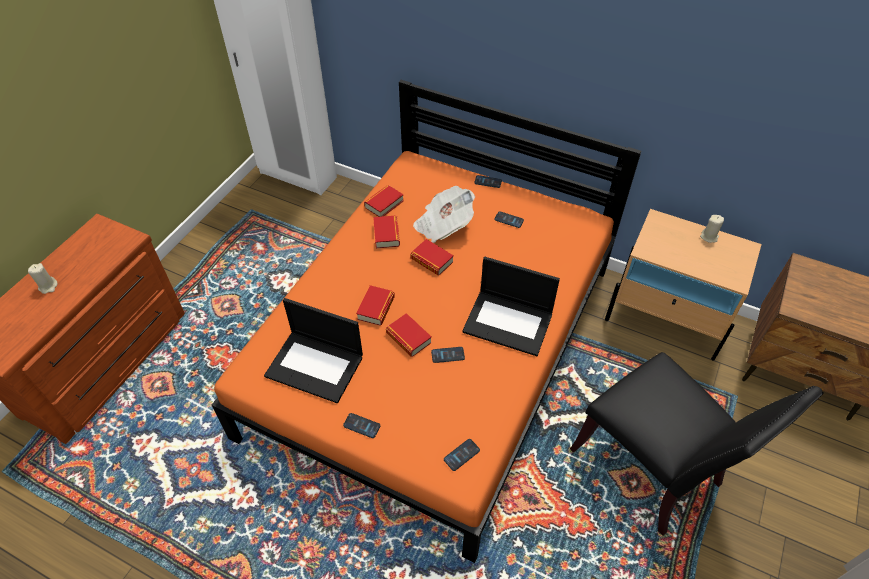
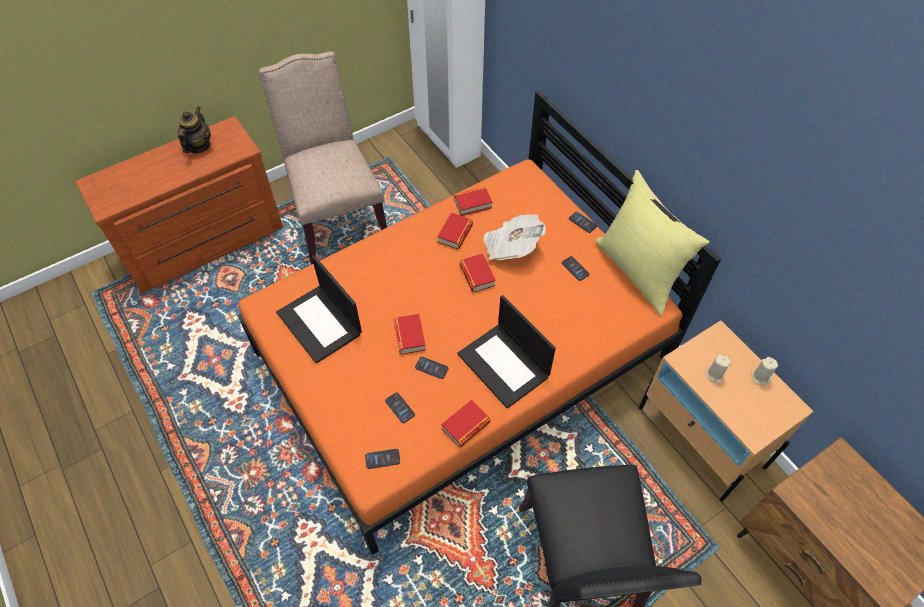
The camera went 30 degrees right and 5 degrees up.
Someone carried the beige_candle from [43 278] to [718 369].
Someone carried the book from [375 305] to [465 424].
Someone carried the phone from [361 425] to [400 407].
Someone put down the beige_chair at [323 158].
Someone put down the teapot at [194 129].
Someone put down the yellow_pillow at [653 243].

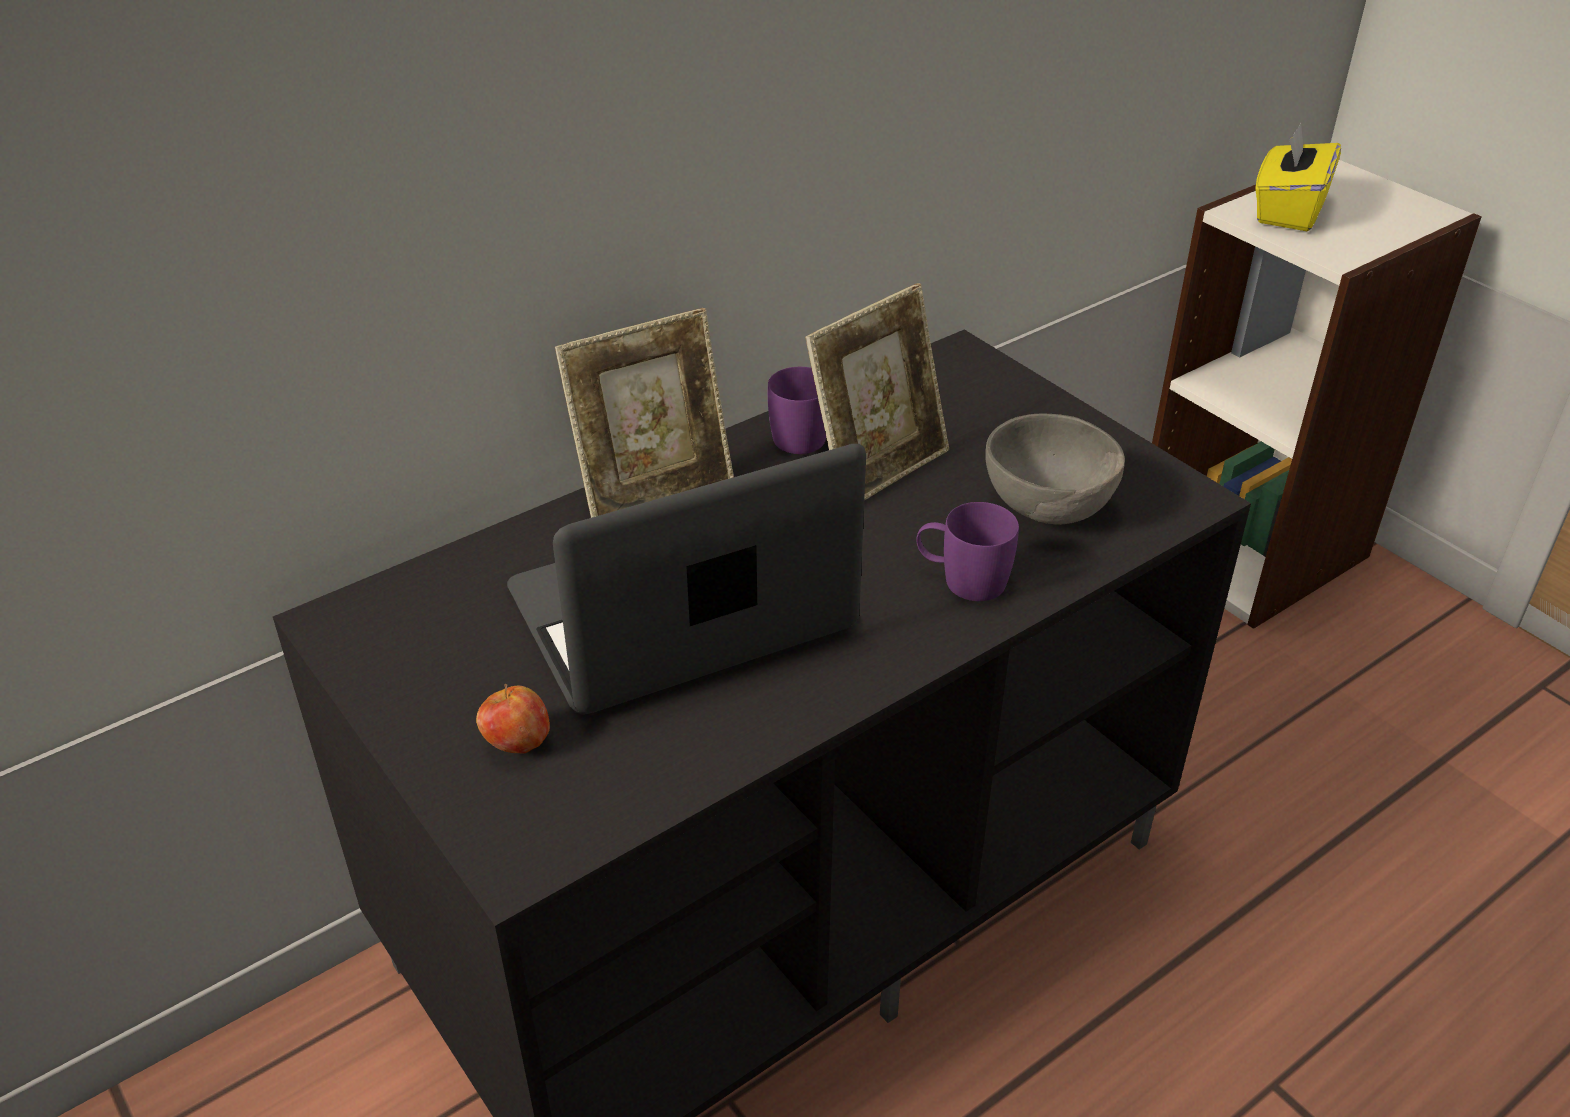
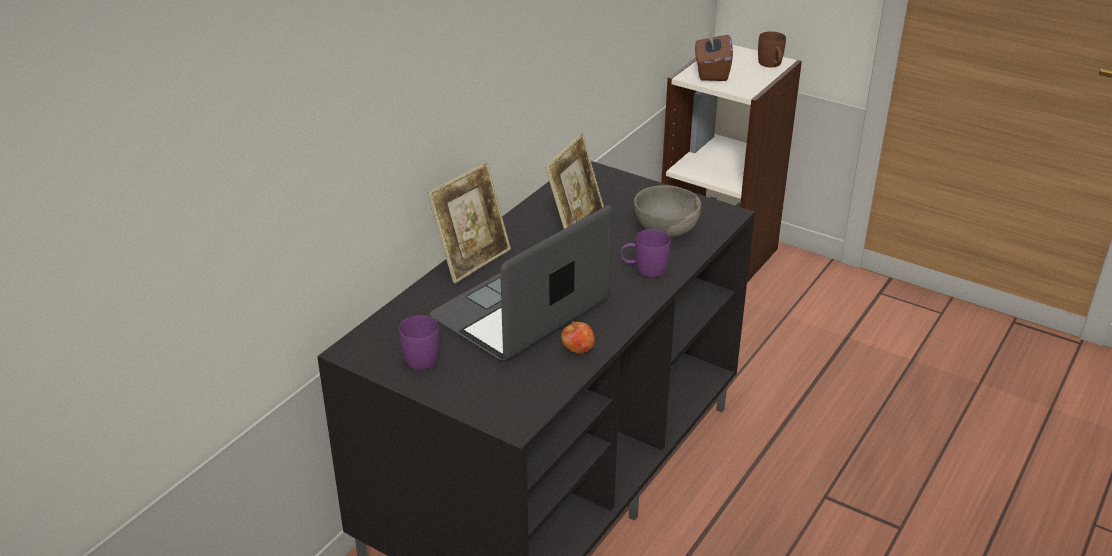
The camera went 20 degrees left and 5 degrees down.
Someone repainted the yellow_tissue_box at [1298 177], which became the brown_tissue_box at [714 55].
Someone carried the purple_mug from [797 410] to [419 342].
Someone carried the apple from [513 719] to [578 337].
Someone put down the brown_mug at [772 49].

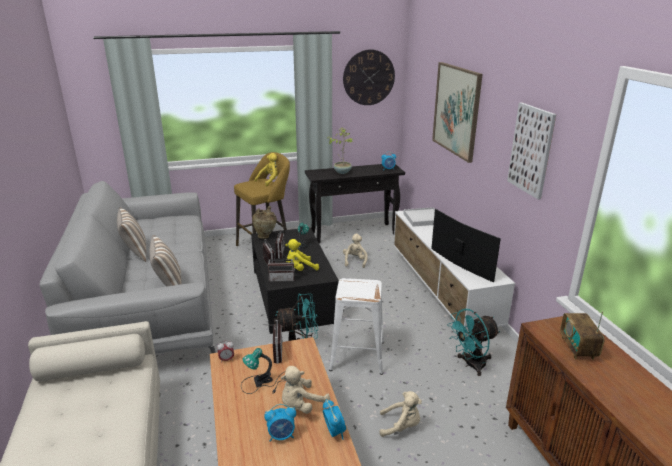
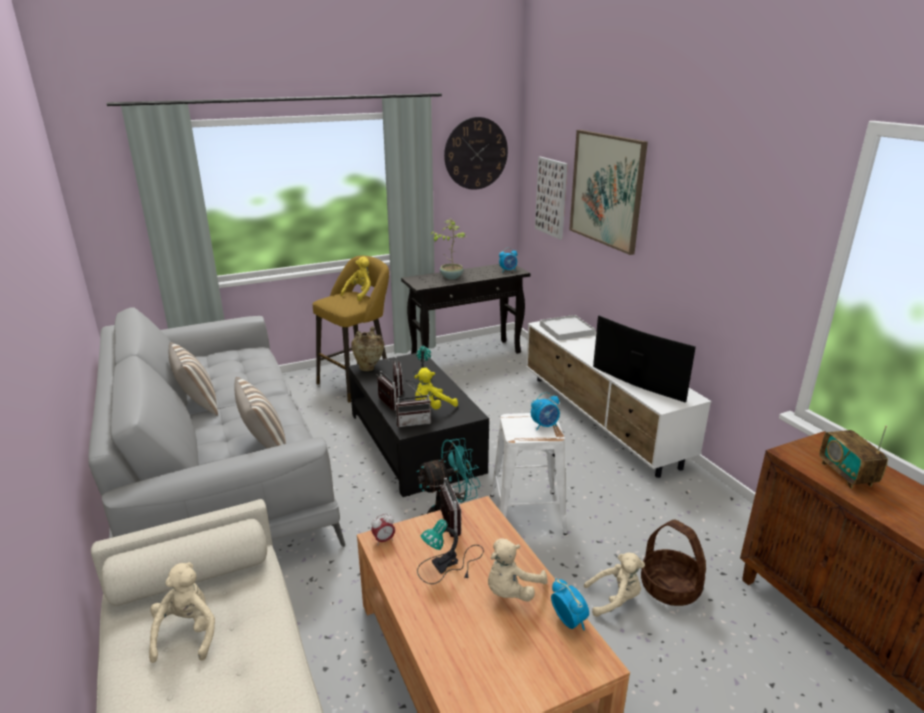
The camera went 10 degrees left and 0 degrees up.
Someone carried the picture from [531 151] to [551 198].
Someone carried the beige_plush_toy from [355 251] to [182 612].
Someone took away the turquoise_fan at [473 342].
Someone carried the alarm_clock from [280 423] to [545 411].
Someone put down the basket at [673 563].

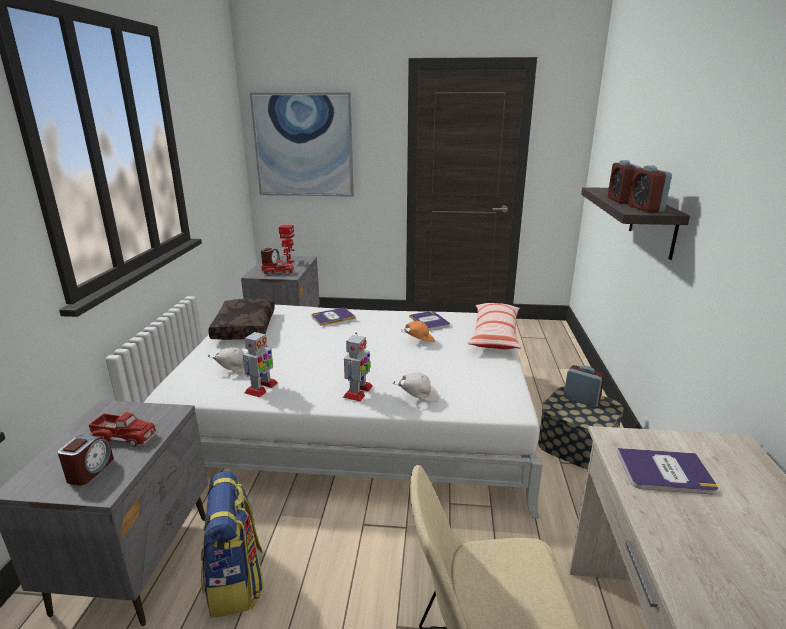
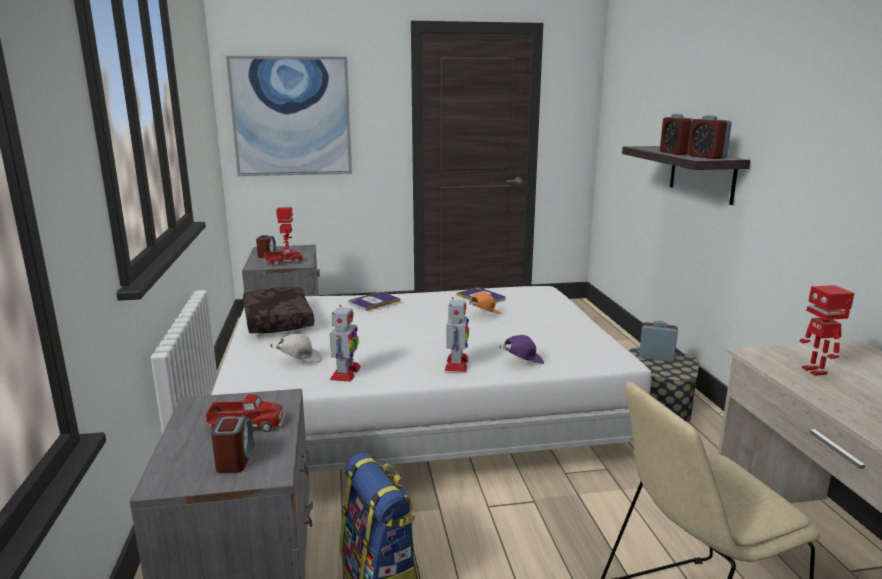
The camera went 15 degrees left and 5 degrees down.
Someone took away the pillow at [494 326].
Someone repainted the white_cap at [416 387], which became the purple_cap at [521 349].
Someone swapped the book at [667 471] for the toy_robot at [826 330].

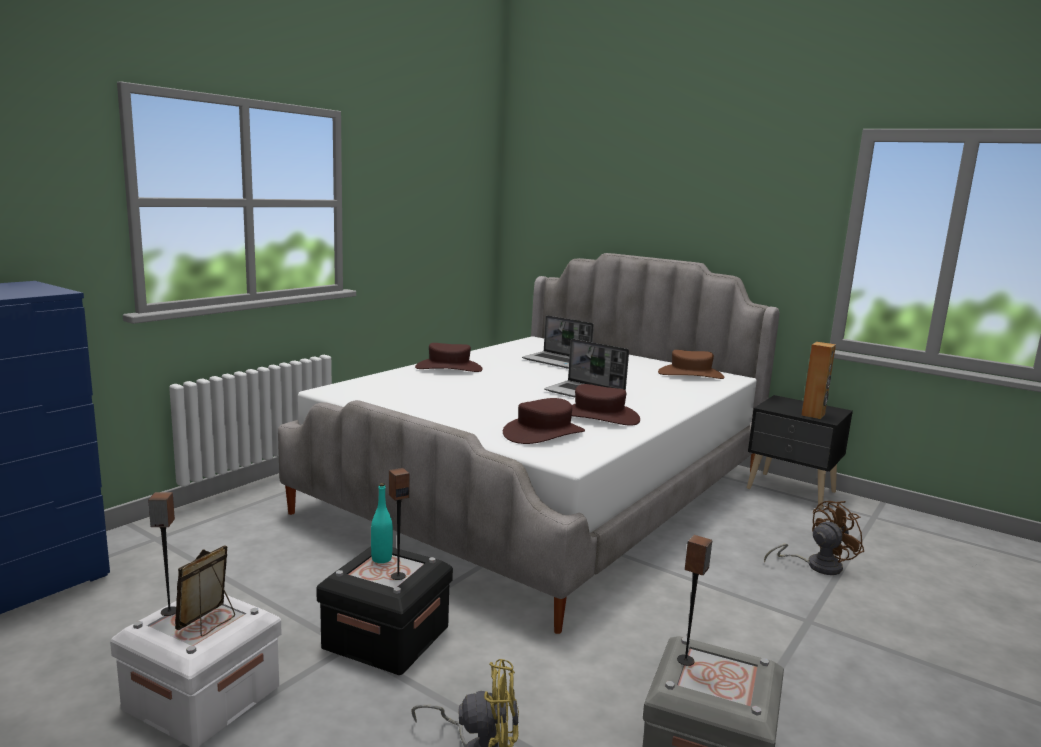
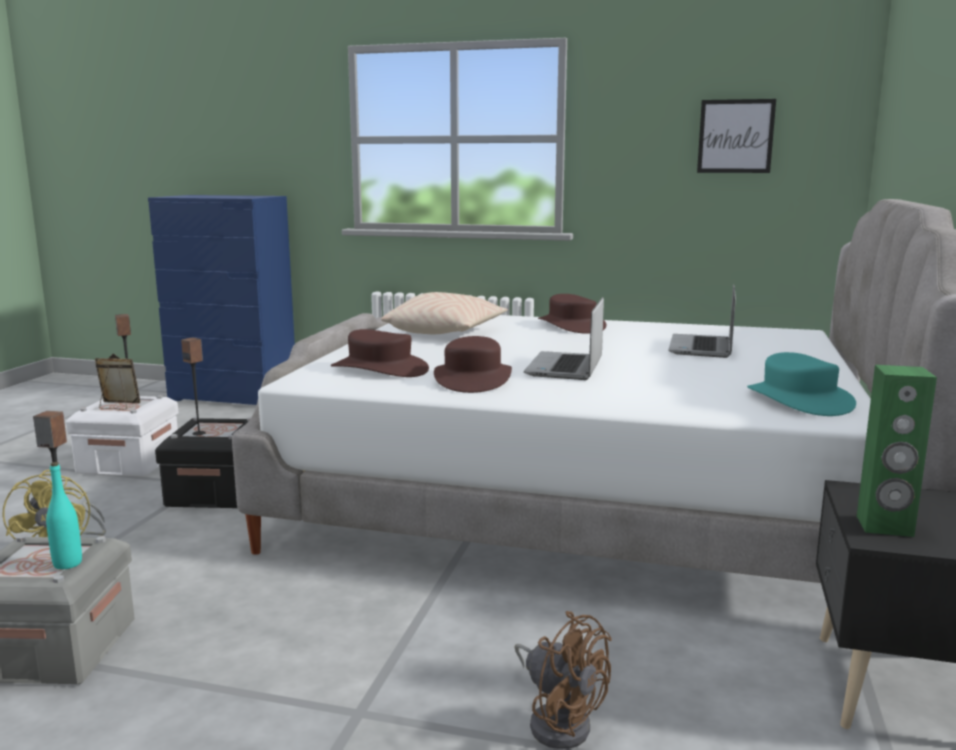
The camera went 70 degrees right and 0 degrees up.
Someone repainted the brown_speaker at [818 380], which became the green_speaker at [897 451].
Someone repainted the brown_hat at [691 364], which became the turquoise_hat at [801 384].
Someone carried the turquoise_bottle from [382 523] to [64 515].
Someone put up the picture at [736 136].
Someone put down the beige_pillow at [444 313].

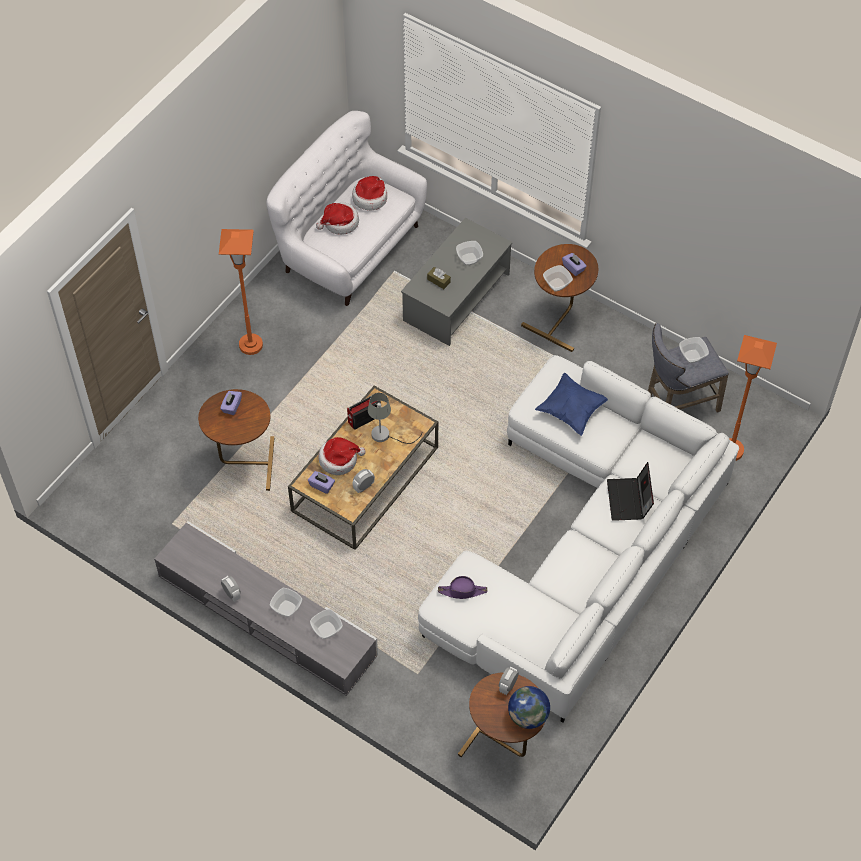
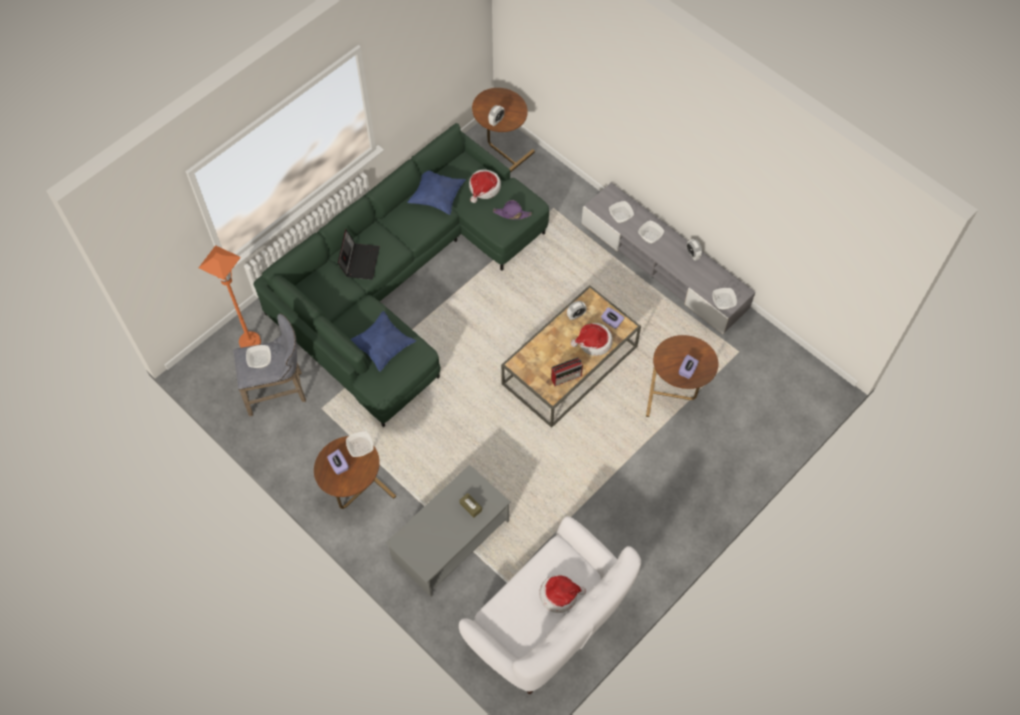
The camera went 170 degrees left and 5 degrees up.
Someone carried the hat from [369 193] to [485 186].
Someone took away the orange_floor_lamp at [241 292].
Someone carried the bowl from [469 253] to [724 299].
Someone repainted the white_sofa at [578 539], which became the green_sofa at [401 275].
Someone took away the grey_table_lamp at [395 418].
Someone took away the globe at [529 707].
Someone put down the blue_pillow at [436 192].

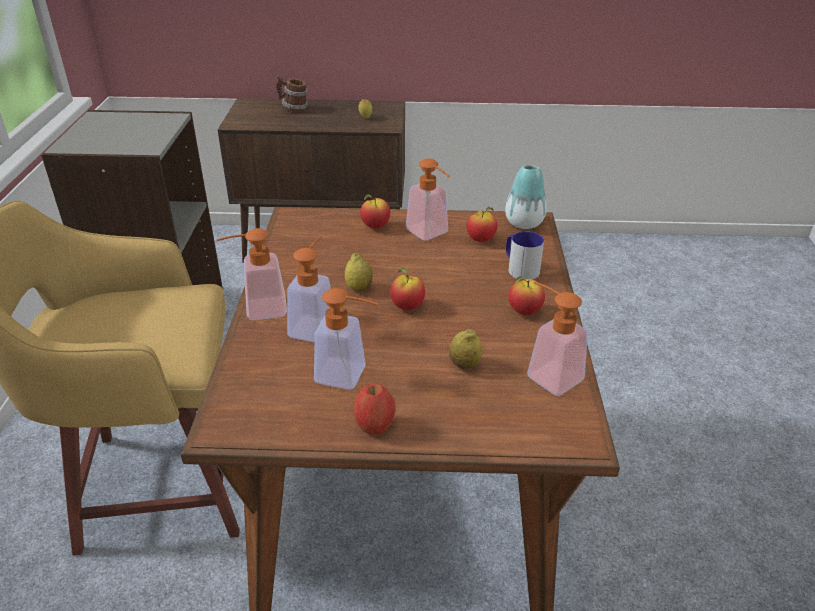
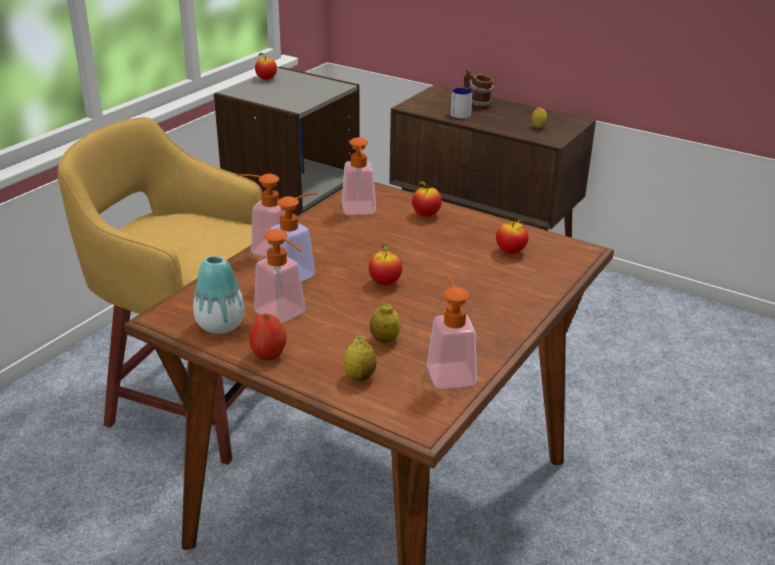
The camera went 30 degrees right and 5 degrees down.
Someone carried the soap_dispenser from [428 199] to [359 176].
Someone carried the vase from [526 197] to [219 295].
Someone carried the mug from [525 255] to [461 103].
Someone carried the lemon from [359 272] to [360 358].
Someone carried the apple from [526 295] to [266 66].

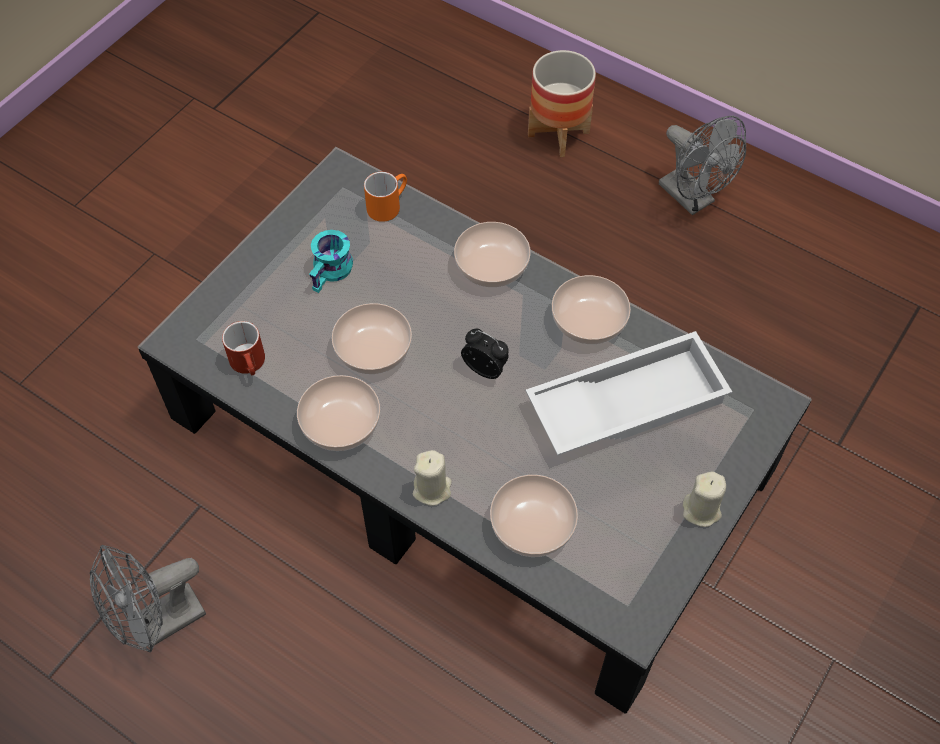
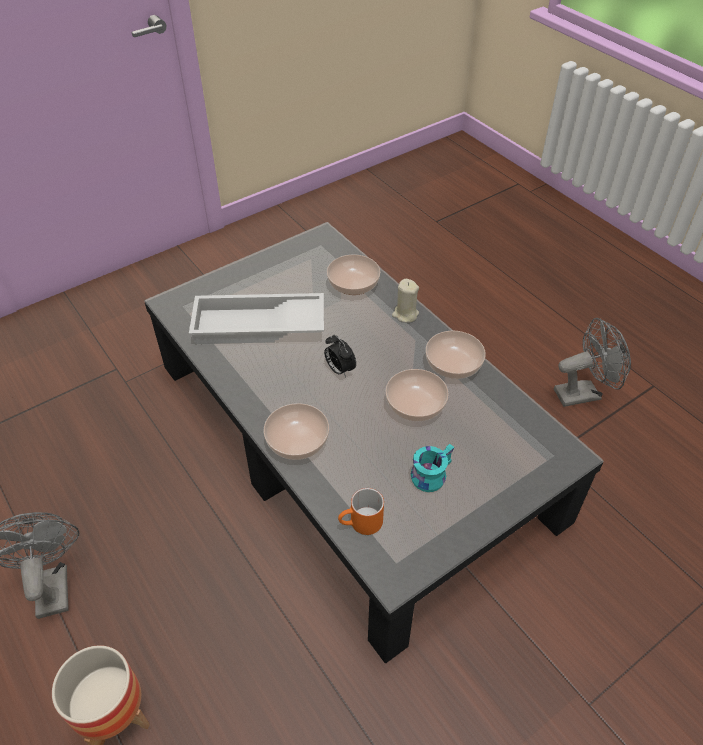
The camera went 160 degrees left and 10 degrees down.
Someone took away the bowl at [591 309].
Someone took away the red_mug at [243 348].
Someone took away the beige_candle at [704 499].

